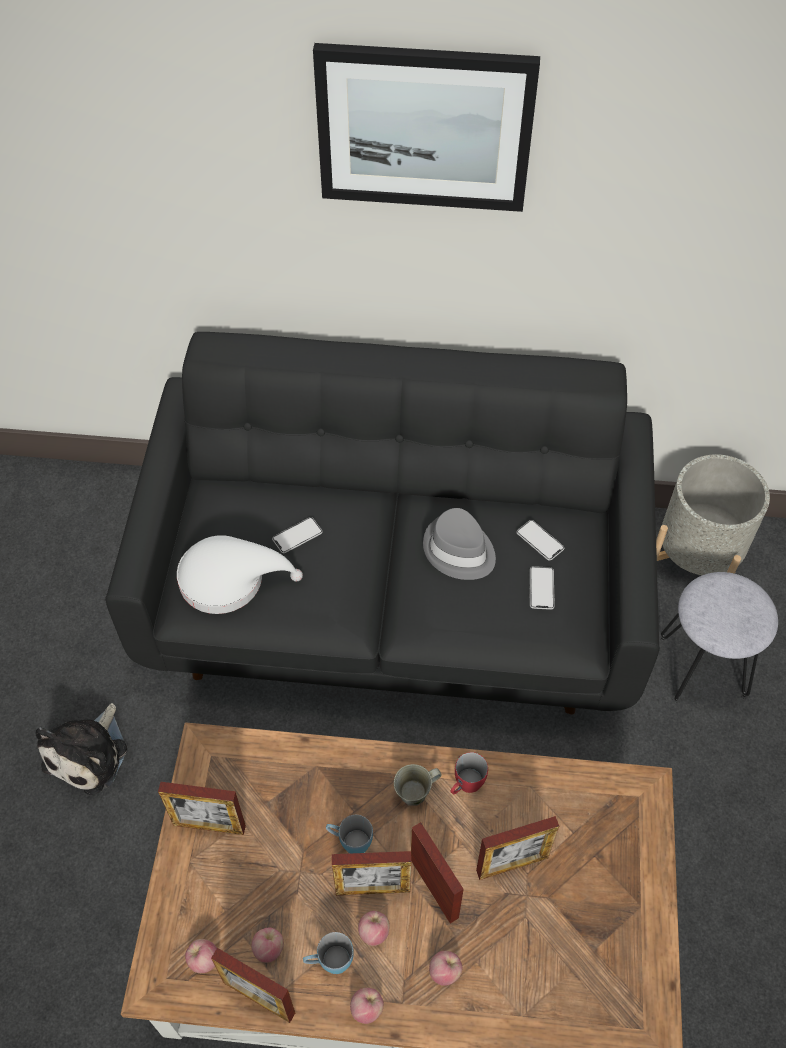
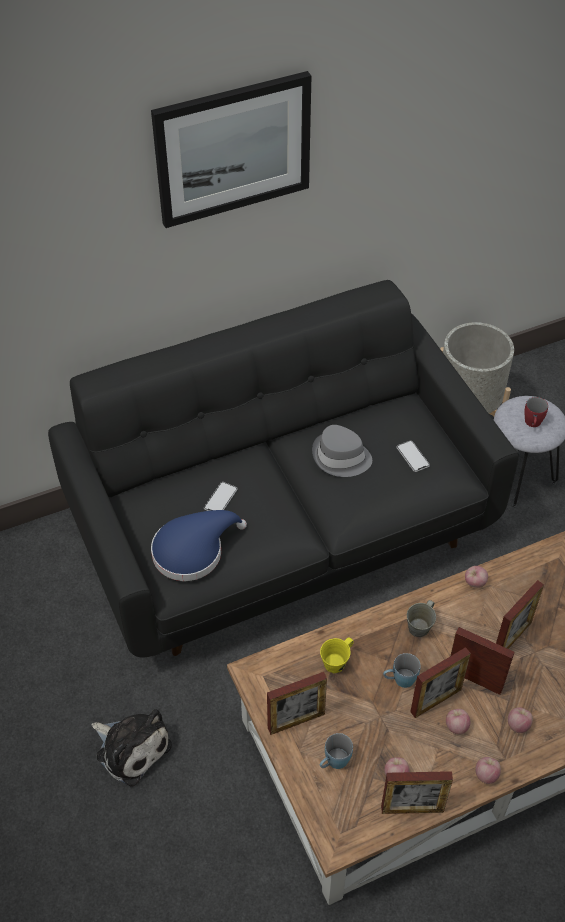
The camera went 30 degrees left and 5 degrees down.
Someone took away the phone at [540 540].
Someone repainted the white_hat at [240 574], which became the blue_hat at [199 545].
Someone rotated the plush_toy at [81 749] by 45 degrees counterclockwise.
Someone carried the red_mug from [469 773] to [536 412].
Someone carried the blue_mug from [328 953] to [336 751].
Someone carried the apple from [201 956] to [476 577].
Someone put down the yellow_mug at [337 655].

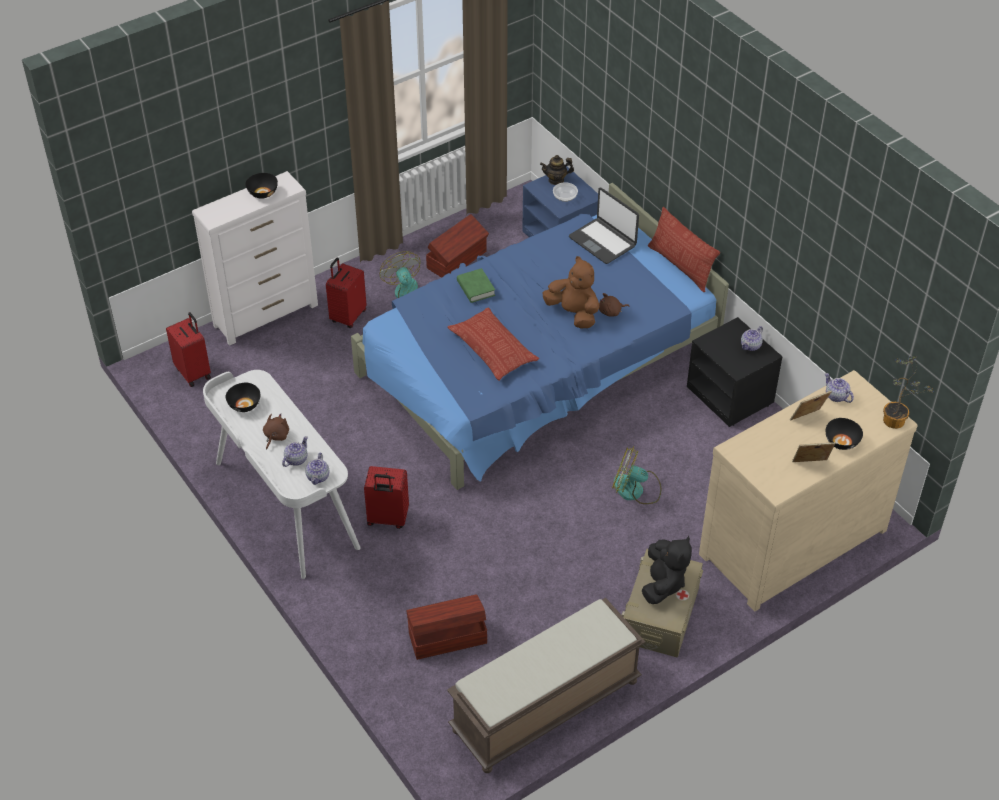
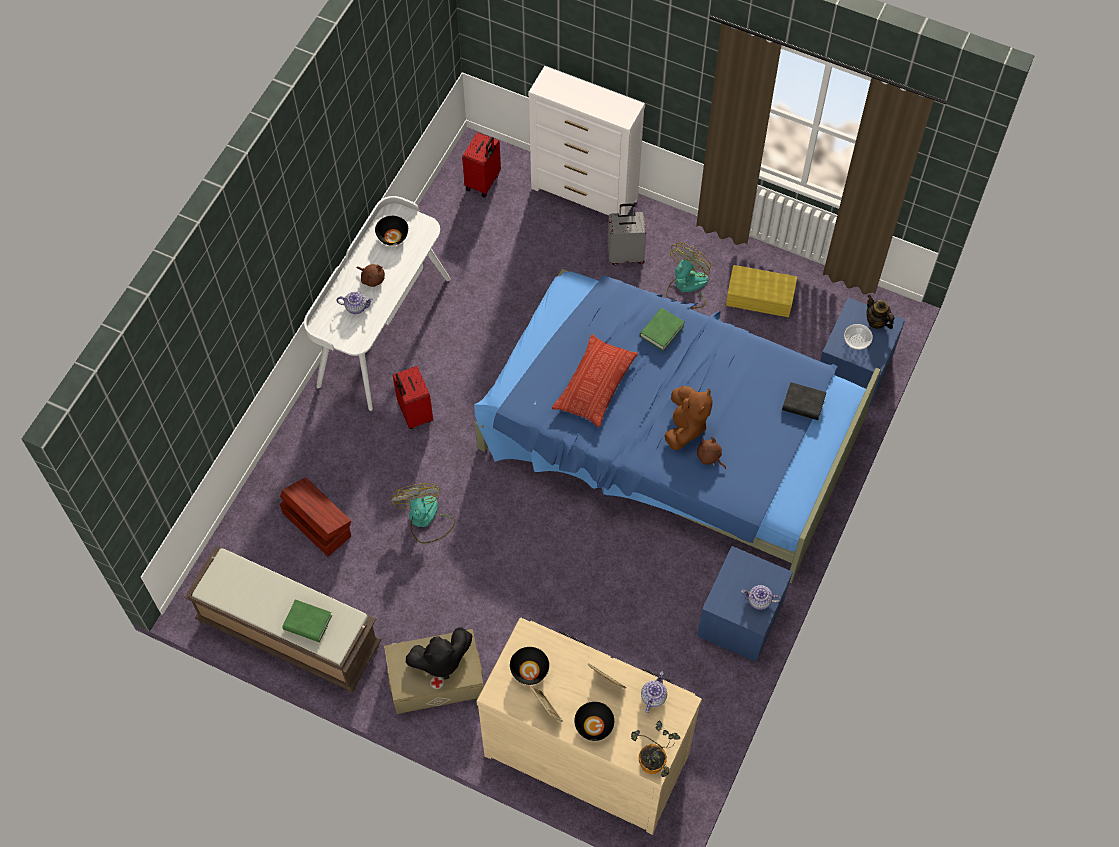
The camera went 60 degrees right and 15 degrees up.
Someone carried the black_bowl from [261 186] to [529 666].
Someone swapped the laptop at [604 226] for the black_book at [804 401].
Someone took away the pillow at [684 249].
Someone repainted the brown_storage_box at [457 246], which became the yellow_storage_box at [761 291].
Someone repainted the red_suitcase at [346 293], which became the grey_suitcase at [627 234].
Someone repainted the black_nightstand at [734 372], which became the blue_nightstand at [745 604].
Someone rotated the brown_plush_toy at [276 431] by 45 degrees clockwise.
Someone carried the fan from [636 475] to [423 513].
Someone took away the teapot at [317 469].
Someone put down the green_book at [307 620].

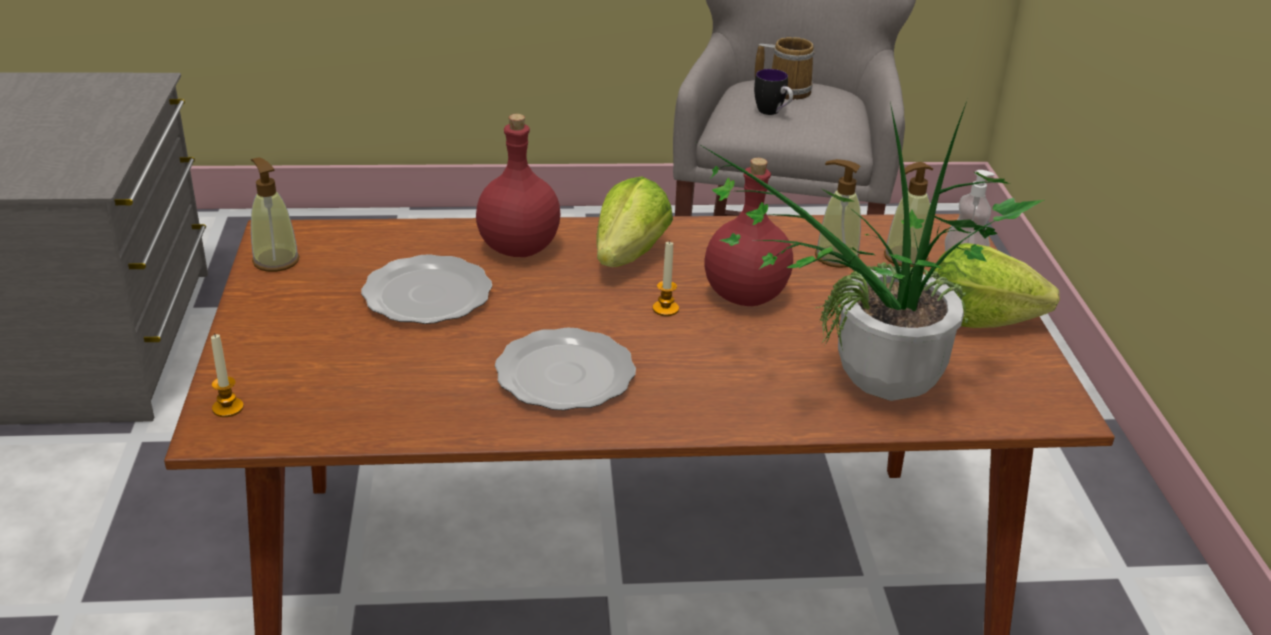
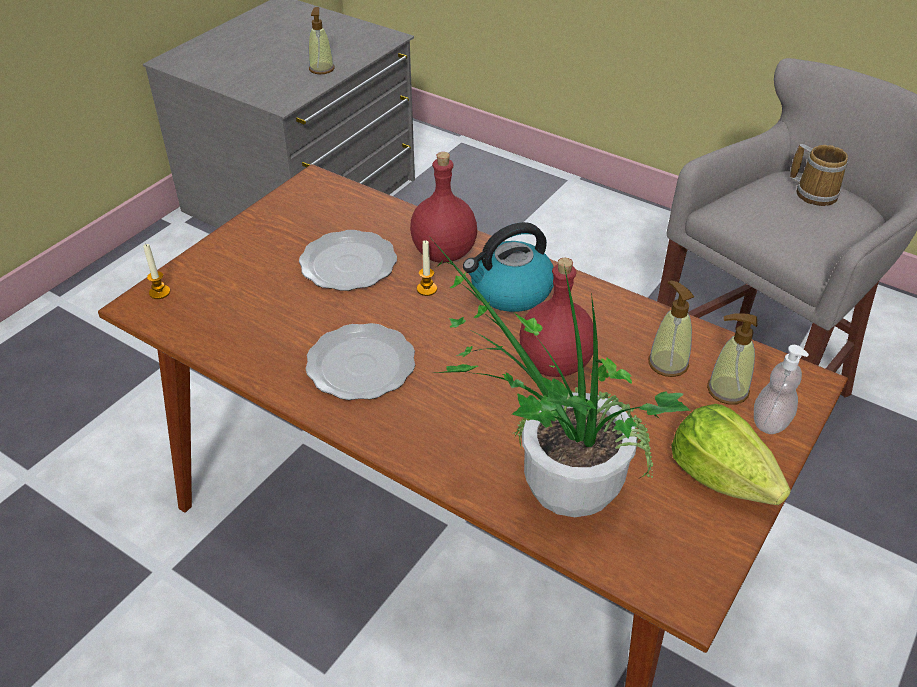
The camera went 40 degrees right and 10 degrees up.
Someone took away the mug at [773 92].
Someone carried the soap_dispenser from [275 215] to [322 40].
Someone swapped the lettuce at [634 222] for the kettle at [508 267].
Someone carried the candle from [666 278] to [427 268].

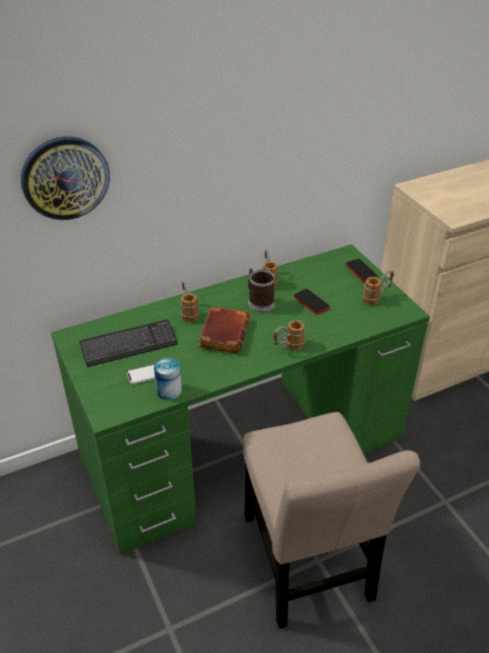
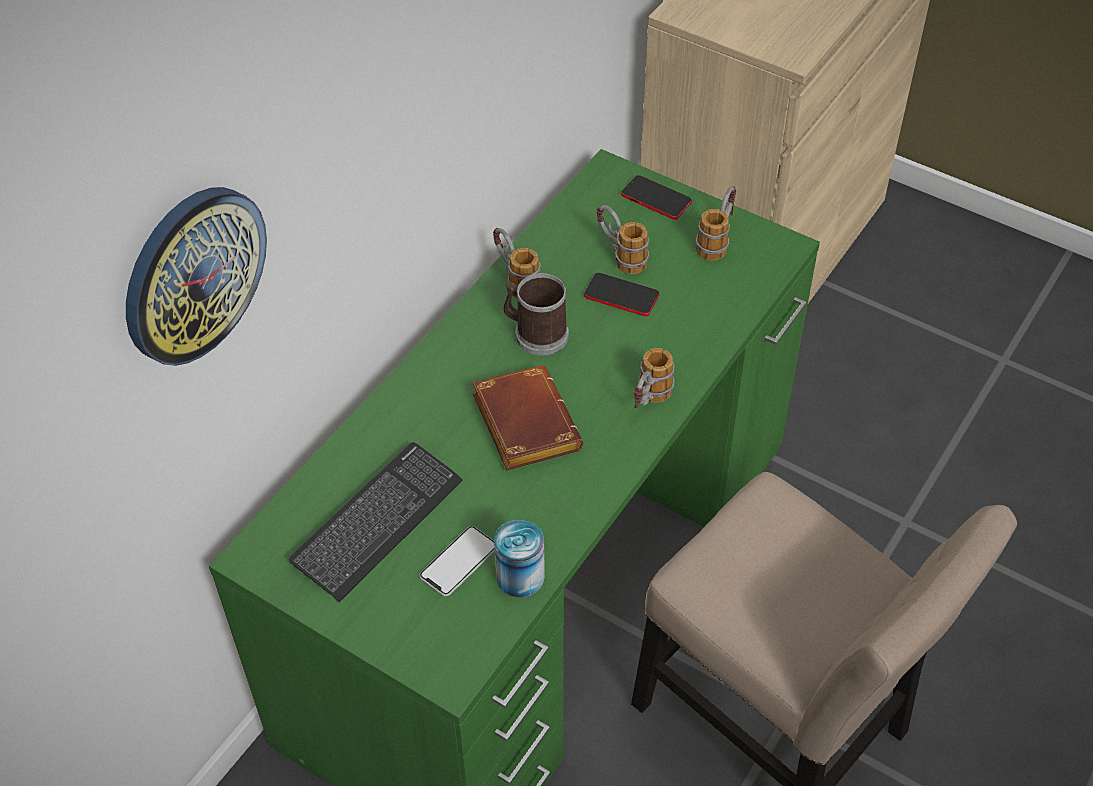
The camera went 30 degrees left and 10 degrees up.
Someone carried the mug from [189 301] to [623 239].

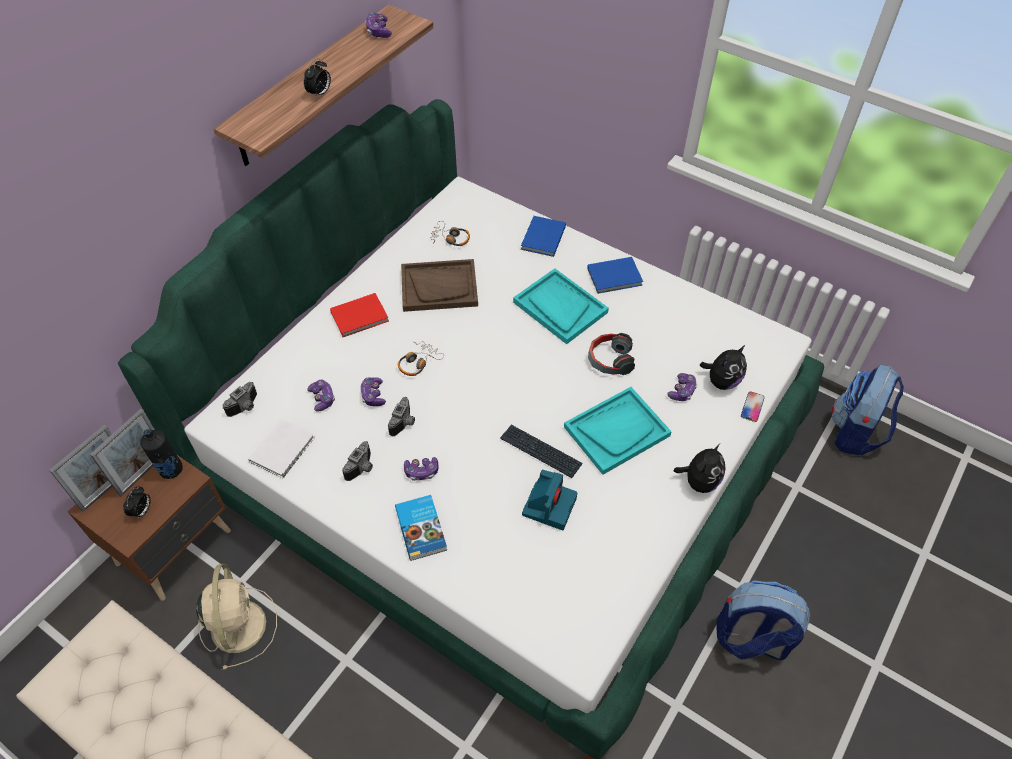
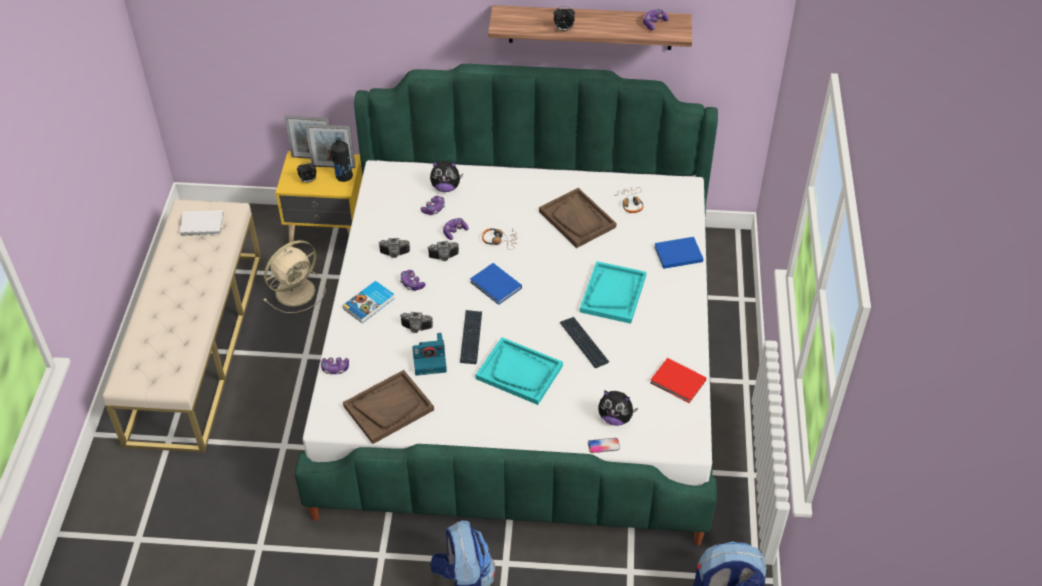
The camera went 60 degrees right and 5 degrees down.
Someone carried the blue_book from [615 275] to [496 284].
Someone carried the red_book from [359 315] to [678 380].
Someone swapped the headphones at [611 354] for the keyboard at [584 342].
Someone carried the game_controller from [682 387] to [335 365].
Someone carried the photo_camera from [239 399] to [416 322].
Someone carried the white_book from [281 448] to [202 223].
Someone carried the plush_toy from [699 468] to [446 176].
Someone repainted the brown_nightstand at [149 528], which became the yellow_nightstand at [319 199].
Someone put down the brown_tray at [388 407].

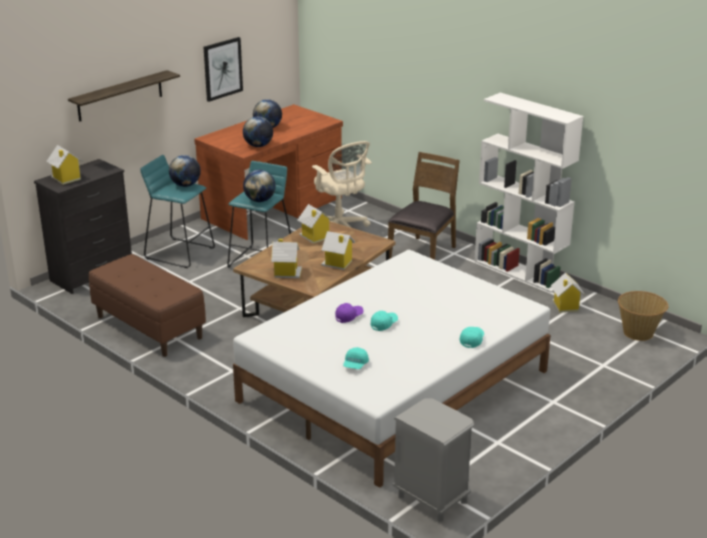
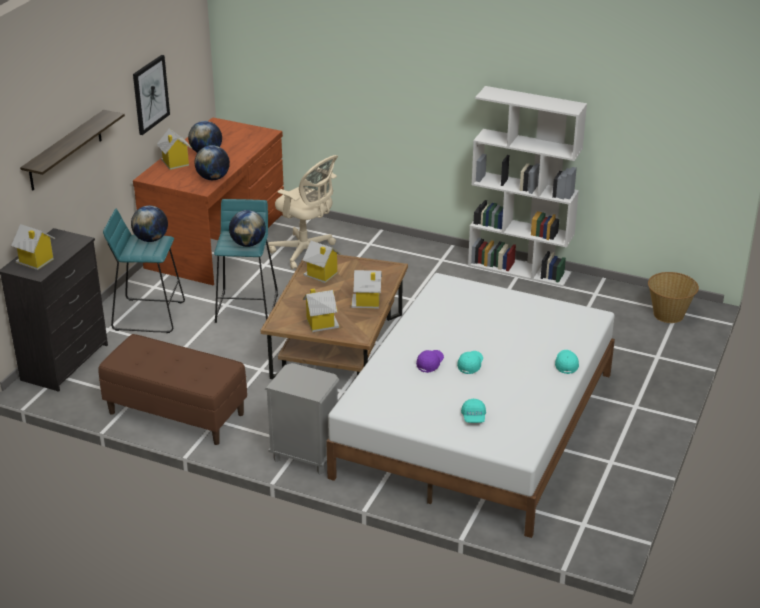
The camera went 20 degrees left and 5 degrees up.
Someone took away the brown_chair at [424 206].
Someone carried the toy_house from [568 292] to [174 149].
Someone carried the grey_nightstand from [433 460] to [302 419].

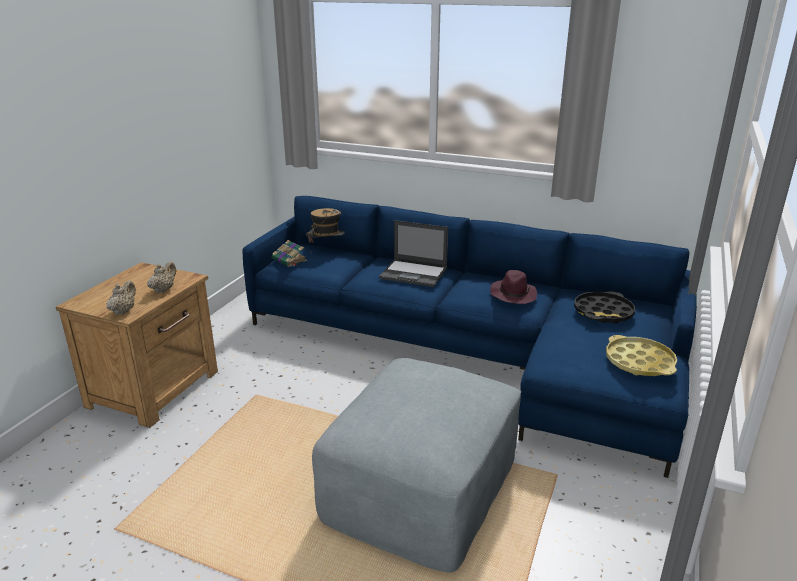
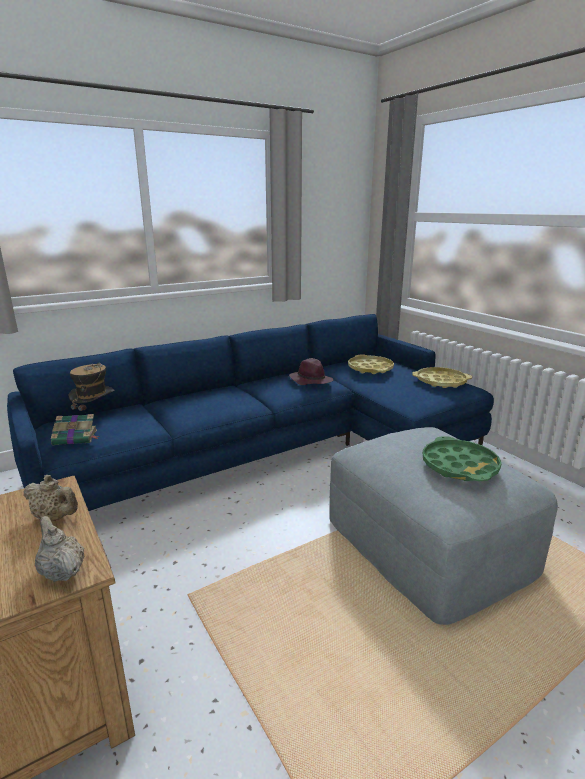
The camera went 55 degrees left and 5 degrees down.
Someone took away the laptop at [413 253].
Someone rotated the beige_teapot at [161 277] by 150 degrees clockwise.
Someone repainted the black_tray at [604 307], which became the yellow_tray at [371 364].
Someone put down the green_tray at [462 458].

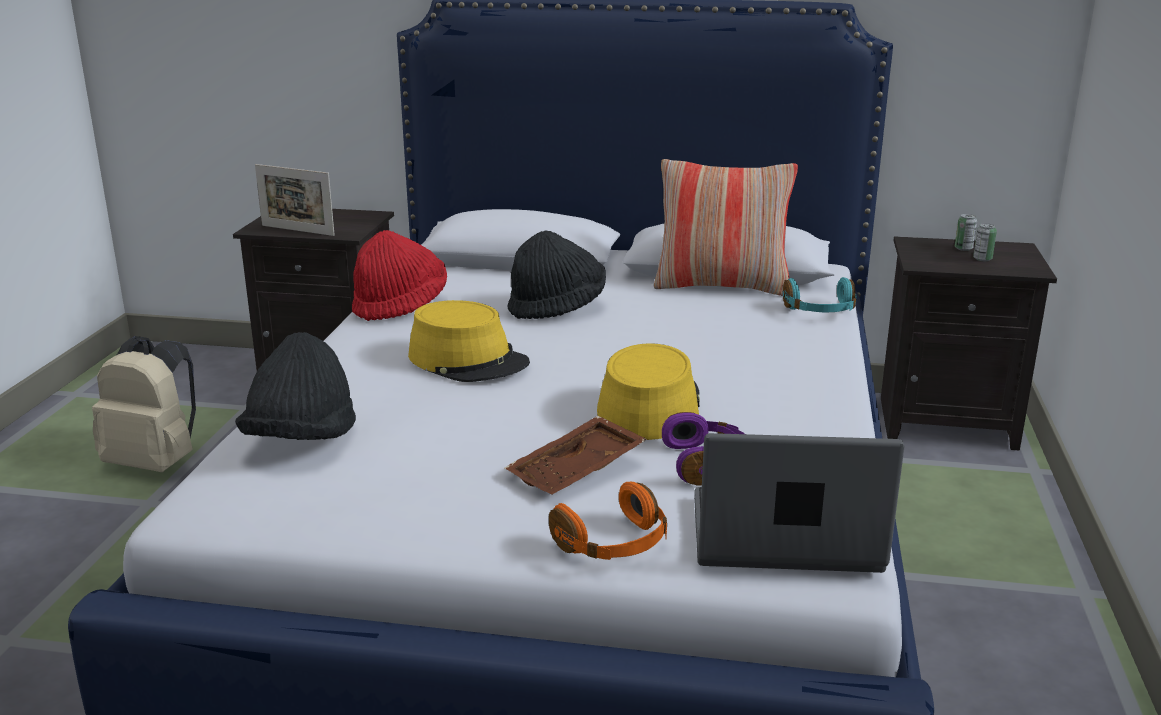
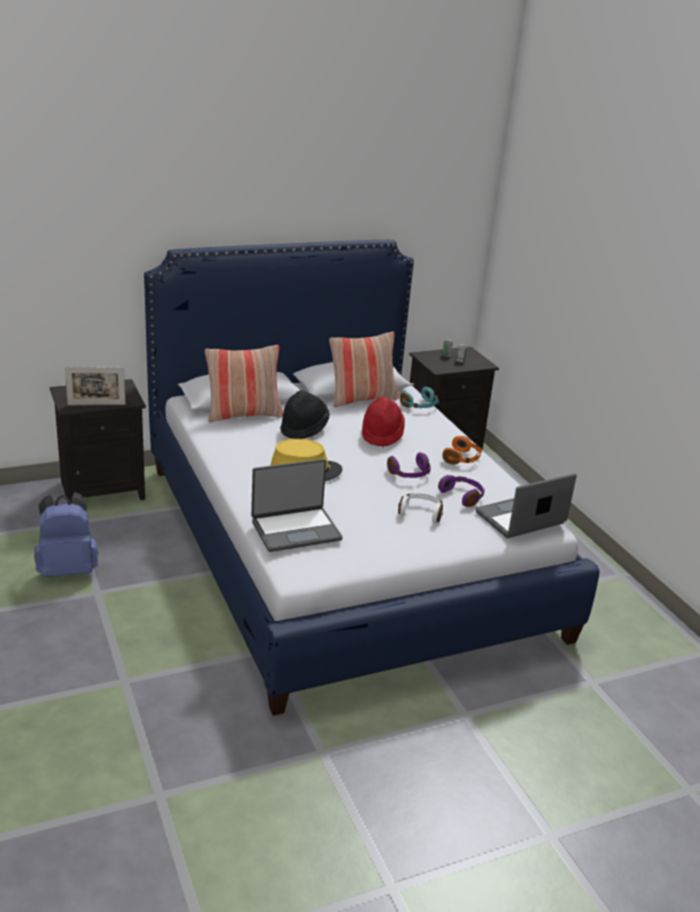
The camera went 35 degrees left and 5 degrees up.
Someone carried the red_hat from [399 275] to [383 422].
Someone swapped the black_hat at [295 386] for the laptop at [297 505].
Someone repainted the beige_backpack at [144 404], which became the blue_backpack at [66 534].
Someone swapped the yellow_hat at [648 391] for the purple_headphones at [409 465].
Someone swapped the brown_tray at [576 455] for the white_headphones at [420 508].
Someone carried the orange_headphones from [608 521] to [462 450].
Someone put down the pillow at [244 383].

